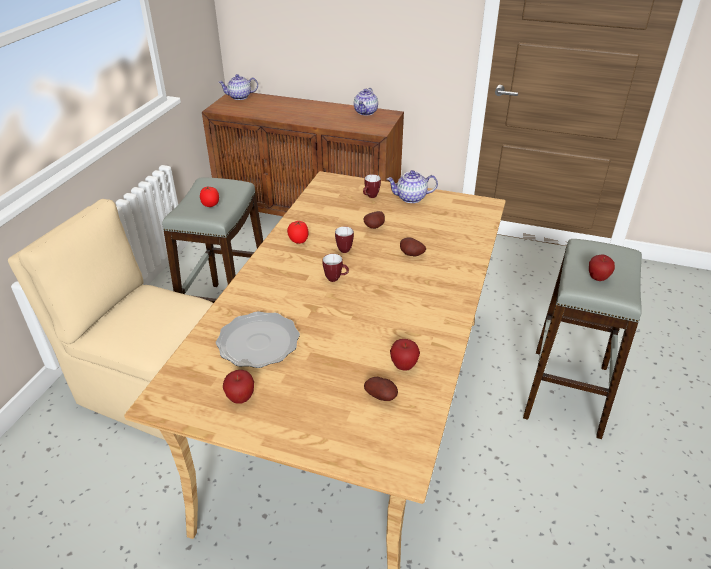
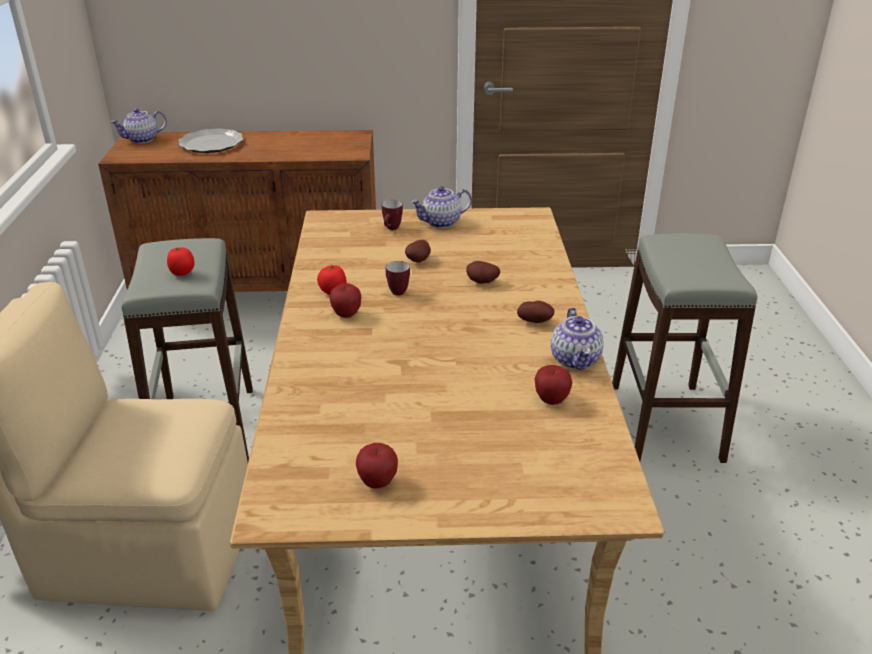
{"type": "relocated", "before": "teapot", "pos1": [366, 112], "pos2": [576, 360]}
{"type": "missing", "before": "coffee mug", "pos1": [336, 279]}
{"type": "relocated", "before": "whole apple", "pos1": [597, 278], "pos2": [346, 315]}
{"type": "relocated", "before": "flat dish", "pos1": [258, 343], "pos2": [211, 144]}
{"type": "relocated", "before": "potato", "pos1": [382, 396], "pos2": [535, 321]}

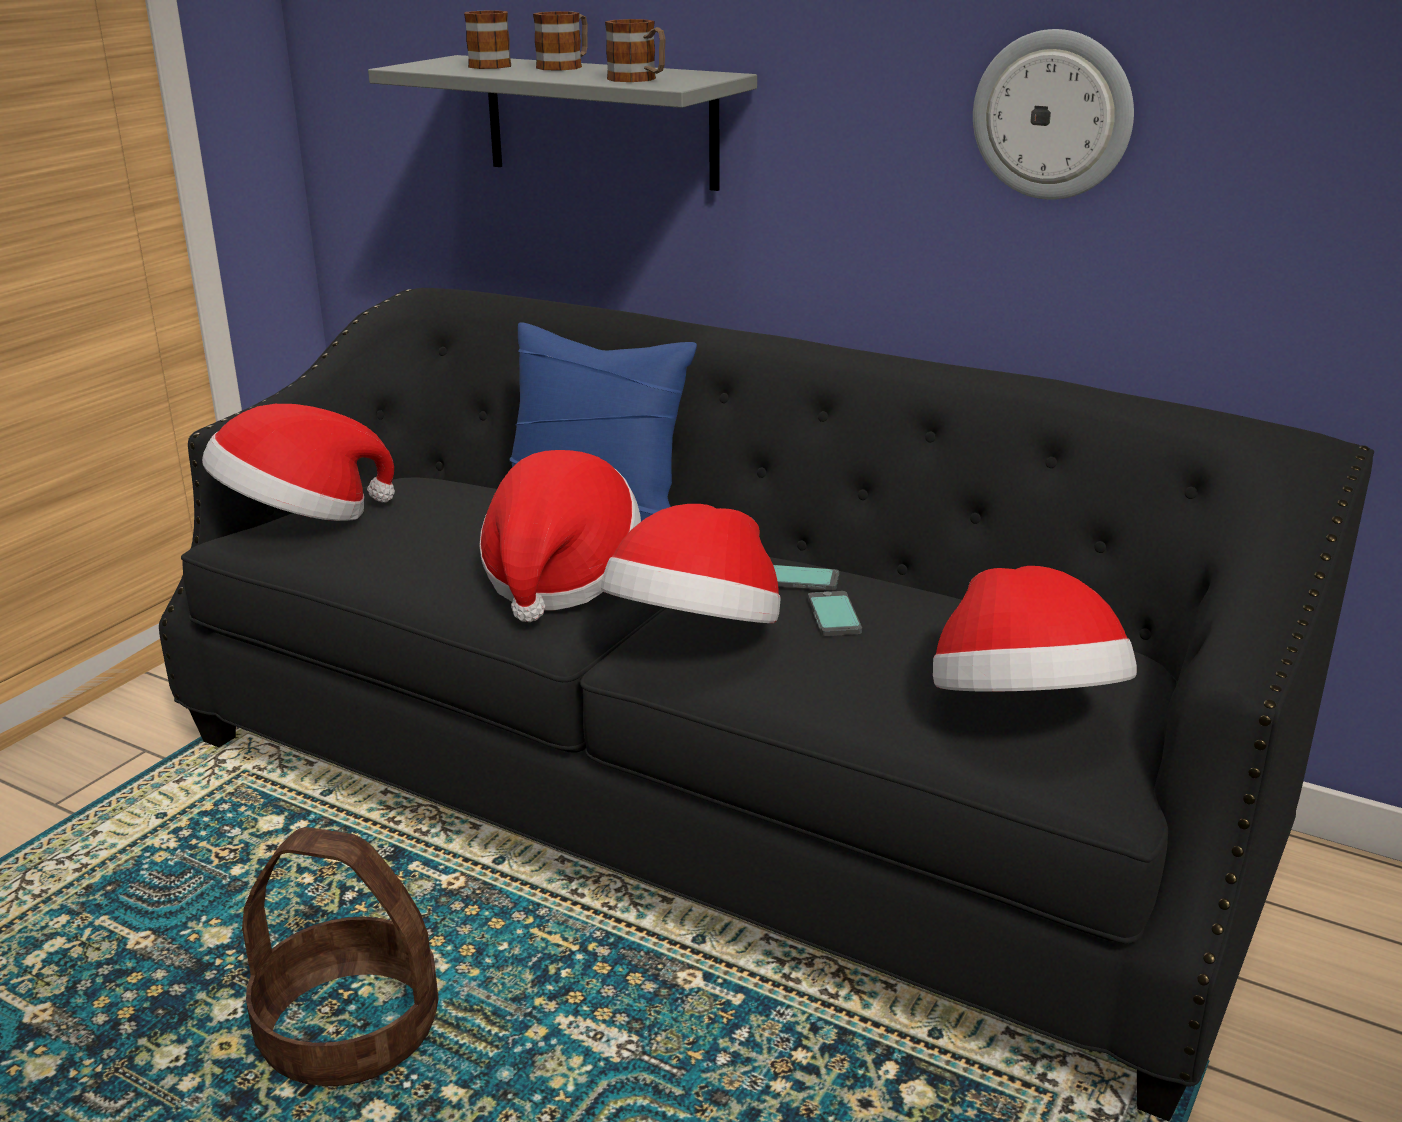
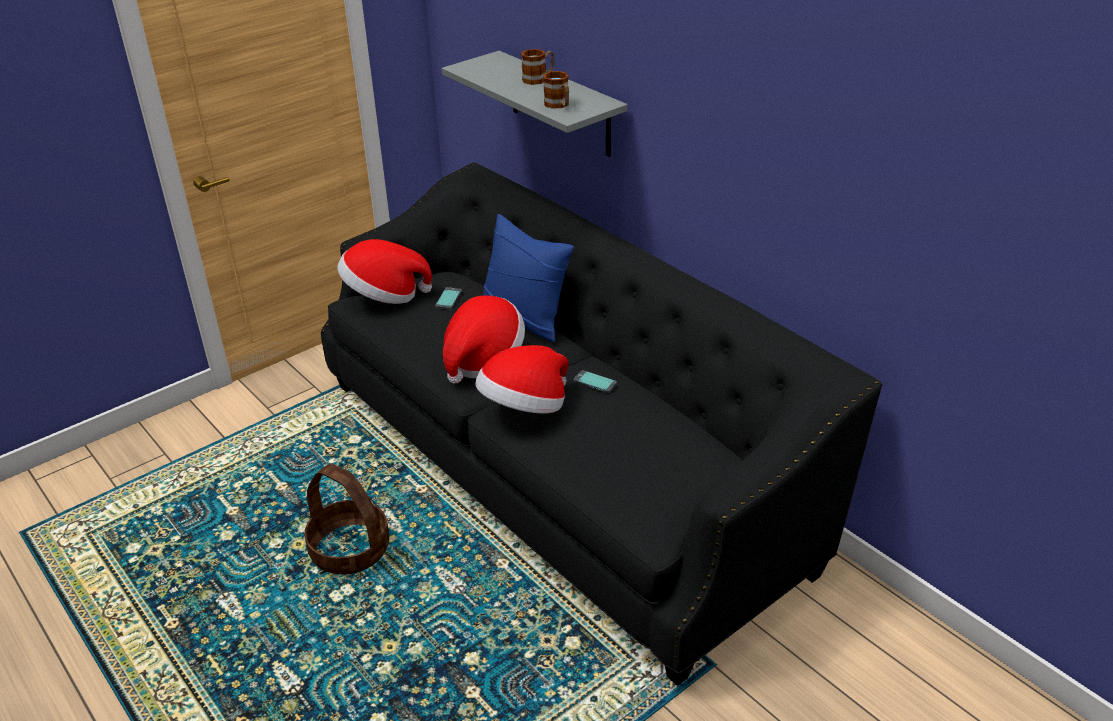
{"type": "missing", "before": "coffee mug", "pos1": [486, 65]}
{"type": "missing", "before": "clock on the wall", "pos1": [1053, 115]}
{"type": "missing", "before": "wearable hat", "pos1": [1024, 712]}
{"type": "relocated", "before": "telephone", "pos1": [833, 615], "pos2": [448, 299]}

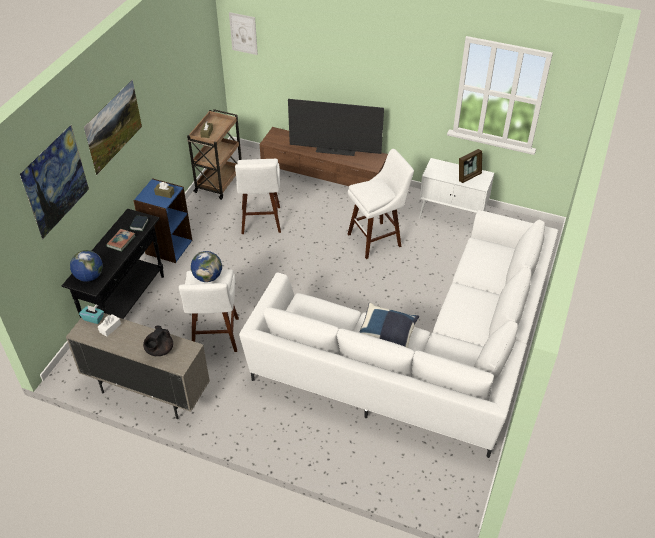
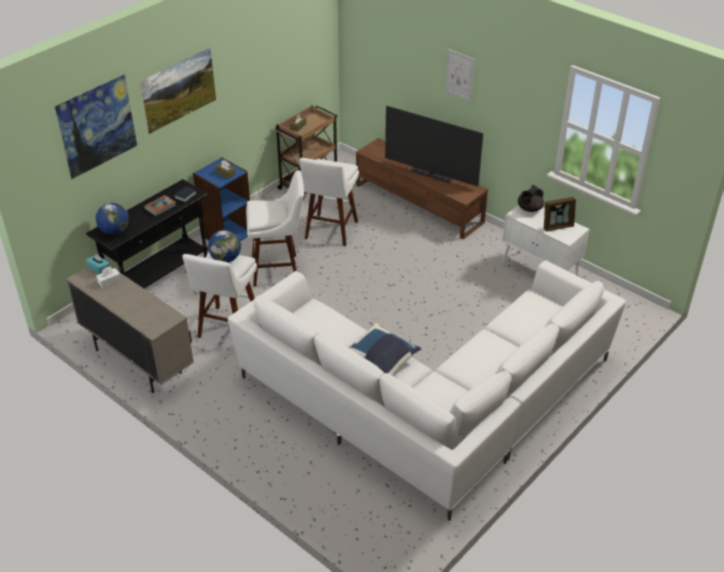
{"type": "relocated", "before": "wall picture", "pos1": [243, 33], "pos2": [459, 75]}
{"type": "relocated", "before": "stool seat (white-coloured)", "pos1": [377, 239], "pos2": [279, 270]}
{"type": "relocated", "before": "teapot (black)", "pos1": [159, 350], "pos2": [529, 209]}

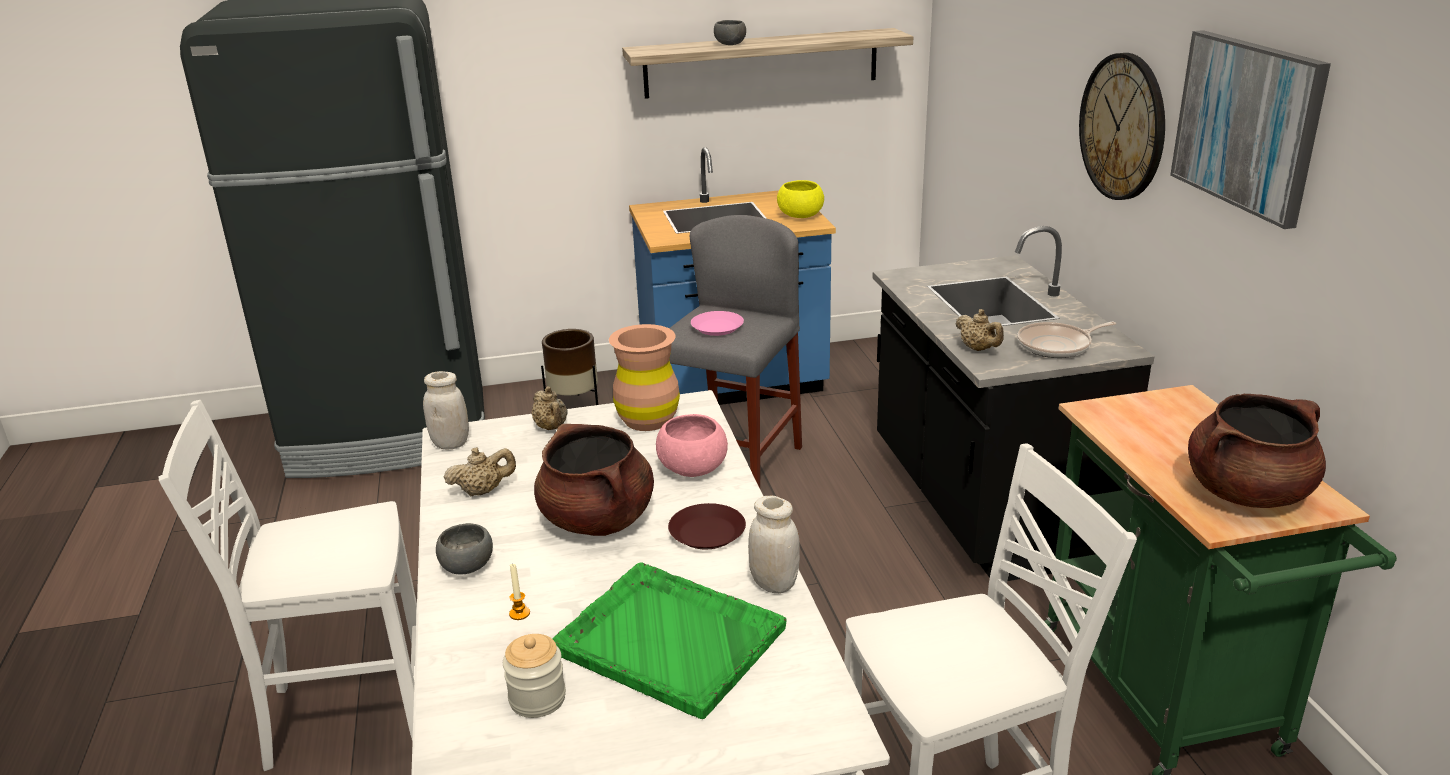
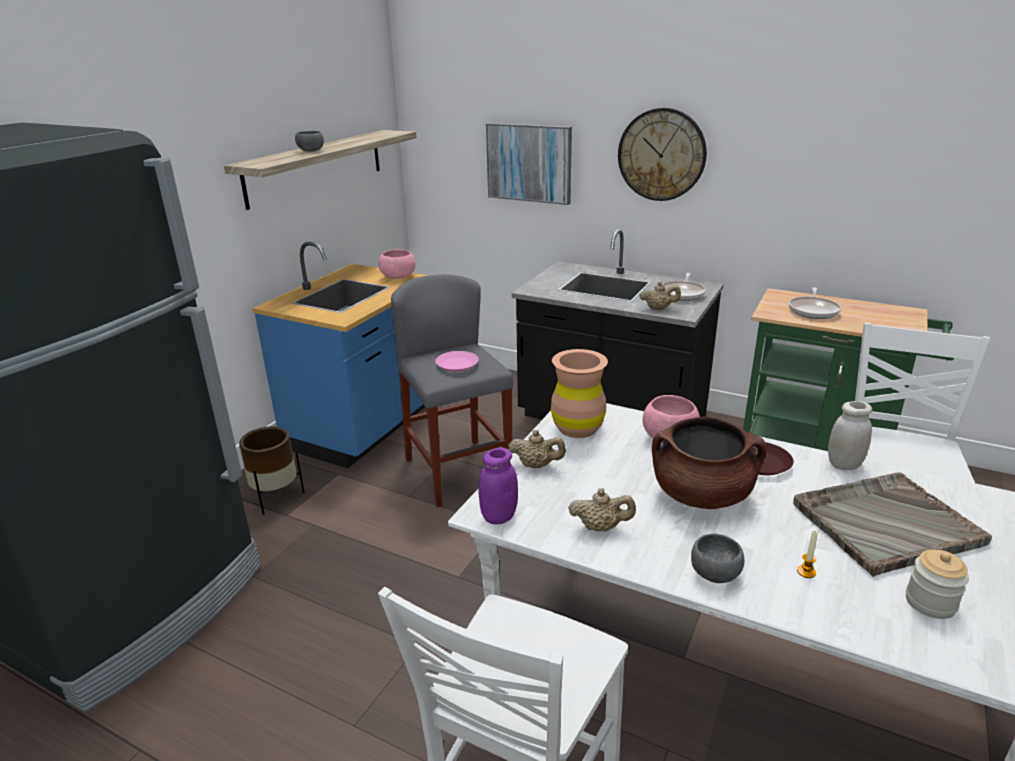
{"type": "relocated", "before": "wall picture", "pos1": [1247, 124], "pos2": [529, 163]}
{"type": "colour", "before": "bowl (yellow-coloured)", "after": "bowl (pinkish)", "pos1": [800, 216], "pos2": [398, 277]}
{"type": "colour", "before": "preserve jar (white-coloured)", "after": "preserve jar (purple-coloured)", "pos1": [450, 443], "pos2": [499, 516]}
{"type": "missing", "before": "saucepot (brown)", "pos1": [1247, 493]}
{"type": "spun", "before": "teapot (beige-coloured)", "pos1": [483, 491], "pos2": [600, 527], "turn": 75}
{"type": "colour", "before": "carrying tray (green-coloured)", "after": "carrying tray (greyish)", "pos1": [667, 639], "pos2": [884, 524]}
{"type": "appeared", "after": "skillet", "pos2": [813, 311]}

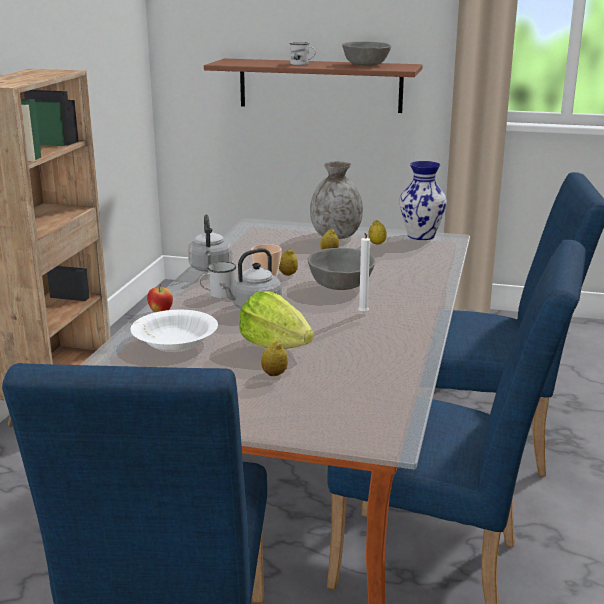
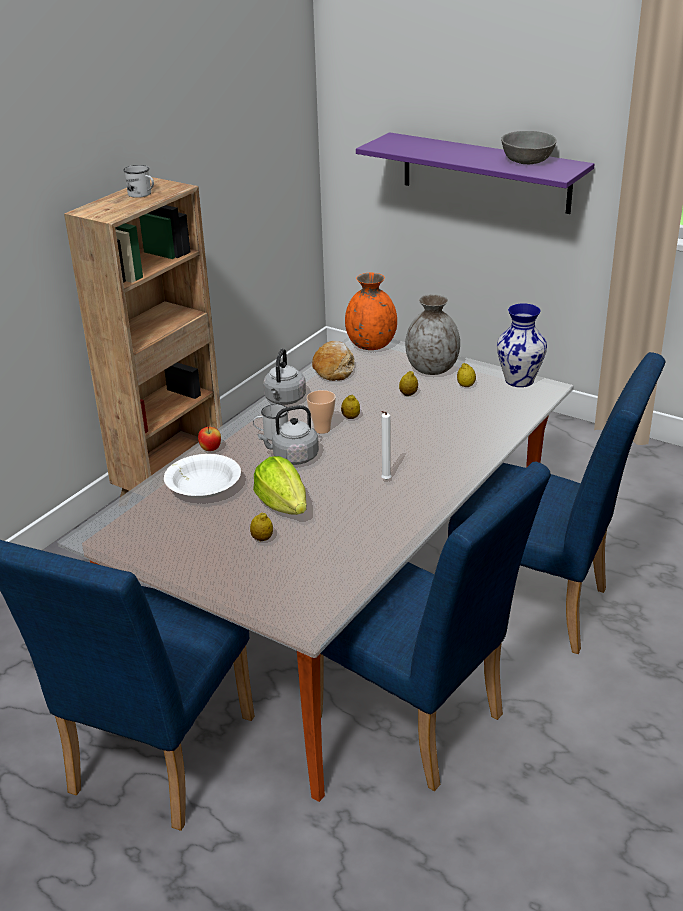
{"type": "relocated", "before": "coffee mug (white-coloured)", "pos1": [302, 64], "pos2": [142, 194]}
{"type": "colour", "before": "wall shelf (brown)", "after": "wall shelf (purple-coloured)", "pos1": [320, 85], "pos2": [485, 173]}
{"type": "missing", "before": "bowl (greyish)", "pos1": [341, 285]}
{"type": "appeared", "after": "decorative vase (orange)", "pos2": [370, 345]}
{"type": "appeared", "after": "bread", "pos2": [334, 368]}

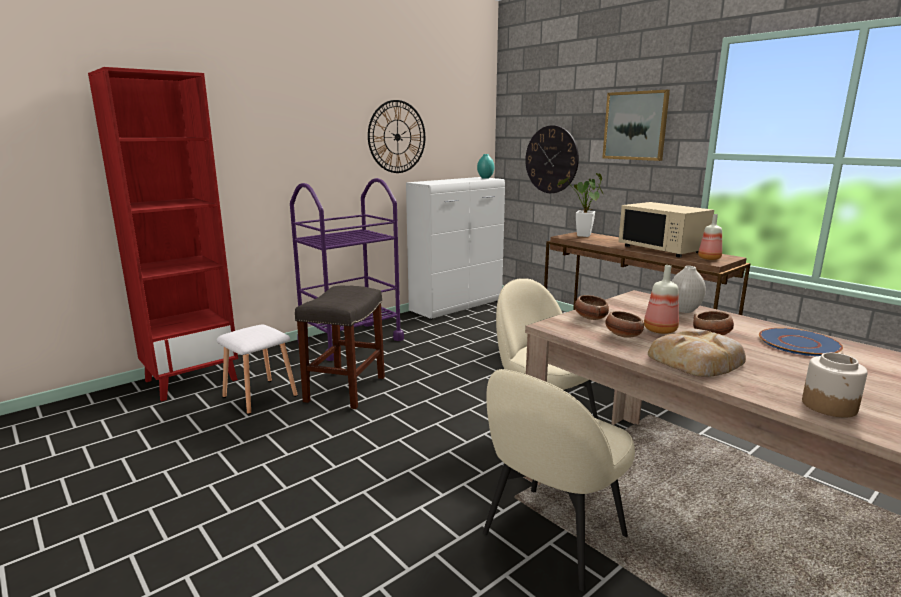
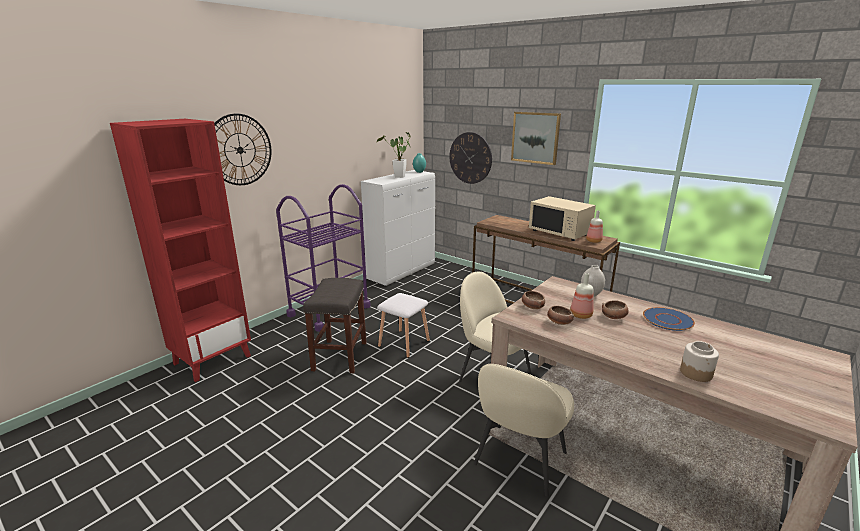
{"type": "relocated", "before": "clock on the wall", "pos1": [397, 137], "pos2": [240, 150]}
{"type": "relocated", "before": "potted plant", "pos1": [582, 236], "pos2": [399, 177]}
{"type": "relocated", "before": "stool seat (white-coloured)", "pos1": [259, 397], "pos2": [404, 344]}
{"type": "missing", "before": "bread", "pos1": [697, 360]}

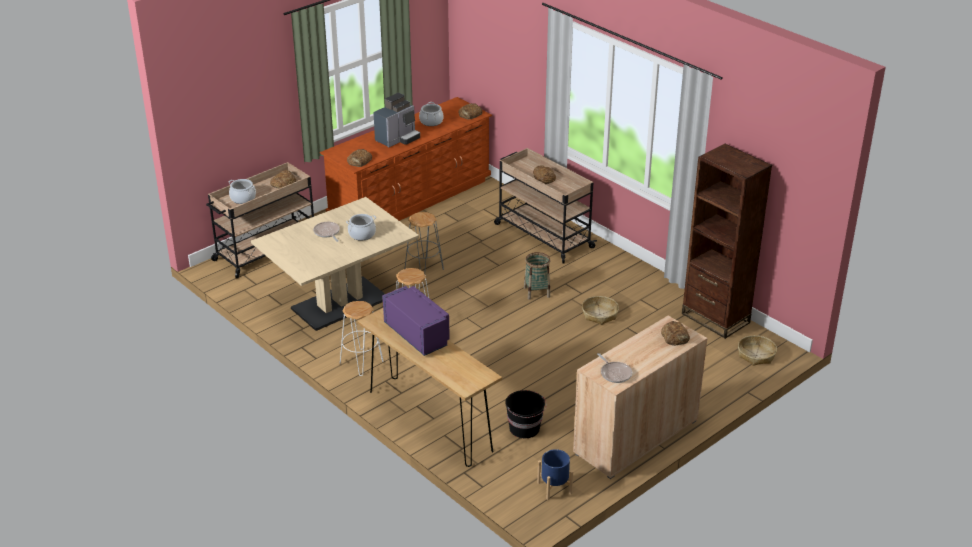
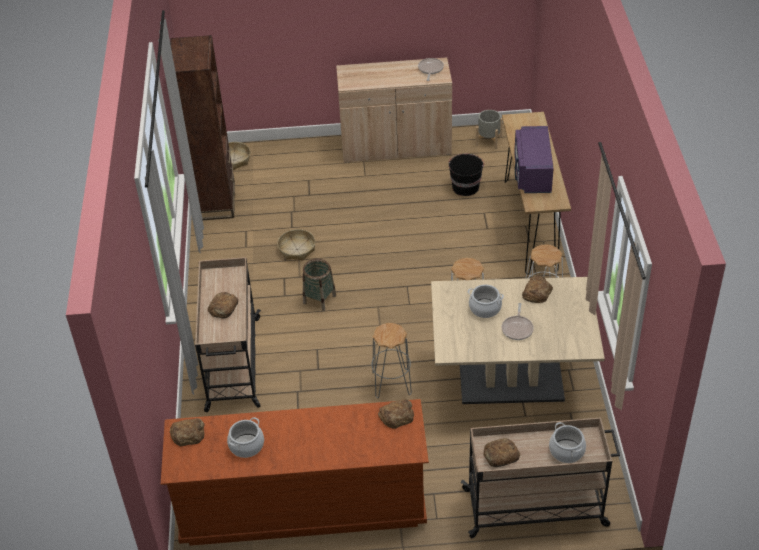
{"type": "missing", "before": "coffee brewer", "pos1": [398, 139]}
{"type": "relocated", "before": "bread", "pos1": [675, 336], "pos2": [537, 292]}
{"type": "colour", "before": "planter (blue)", "after": "planter (greyish)", "pos1": [554, 488], "pos2": [489, 141]}

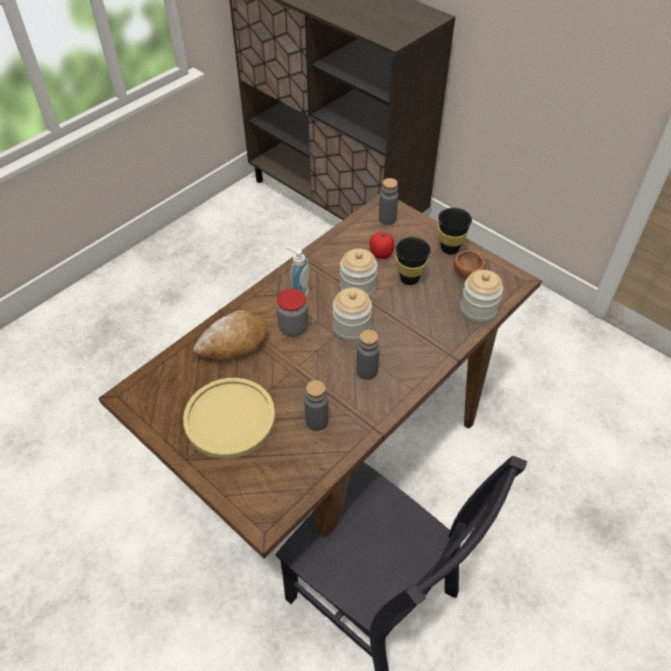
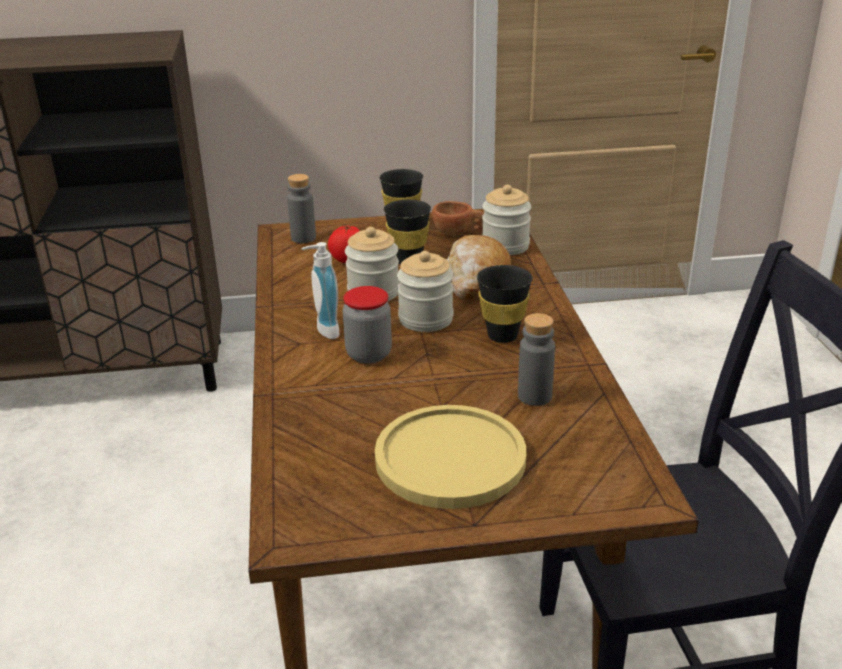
{"type": "relocated", "before": "bread", "pos1": [233, 343], "pos2": [476, 279]}
{"type": "exchanged", "before": "beverage bottle (greyish)", "after": "drinking cup (black)", "pos1": [367, 371], "pos2": [502, 336]}

